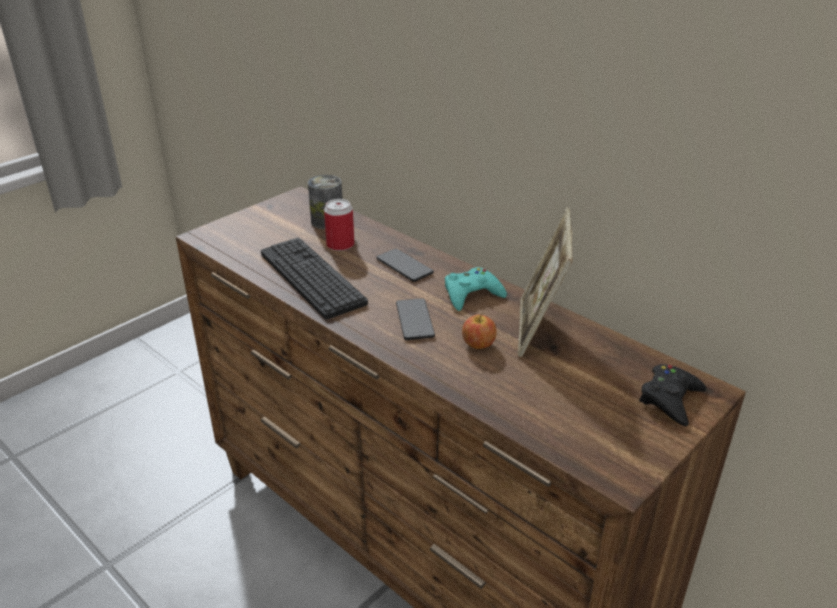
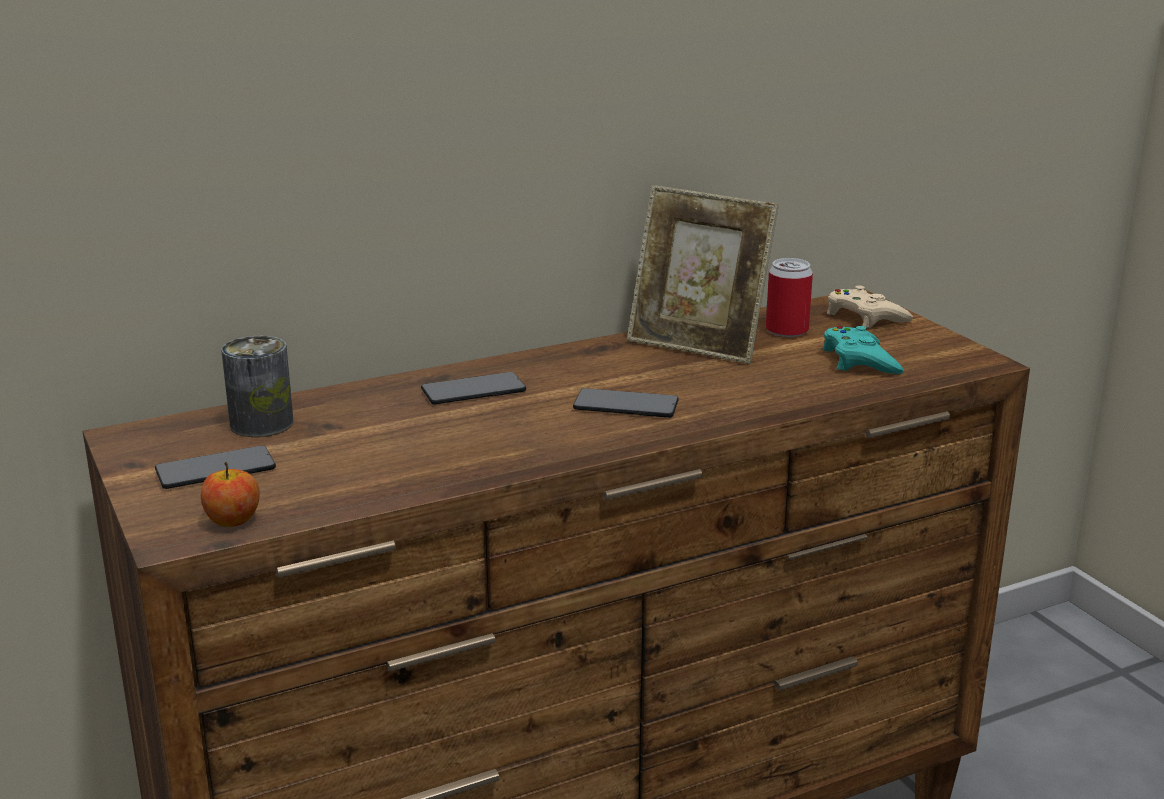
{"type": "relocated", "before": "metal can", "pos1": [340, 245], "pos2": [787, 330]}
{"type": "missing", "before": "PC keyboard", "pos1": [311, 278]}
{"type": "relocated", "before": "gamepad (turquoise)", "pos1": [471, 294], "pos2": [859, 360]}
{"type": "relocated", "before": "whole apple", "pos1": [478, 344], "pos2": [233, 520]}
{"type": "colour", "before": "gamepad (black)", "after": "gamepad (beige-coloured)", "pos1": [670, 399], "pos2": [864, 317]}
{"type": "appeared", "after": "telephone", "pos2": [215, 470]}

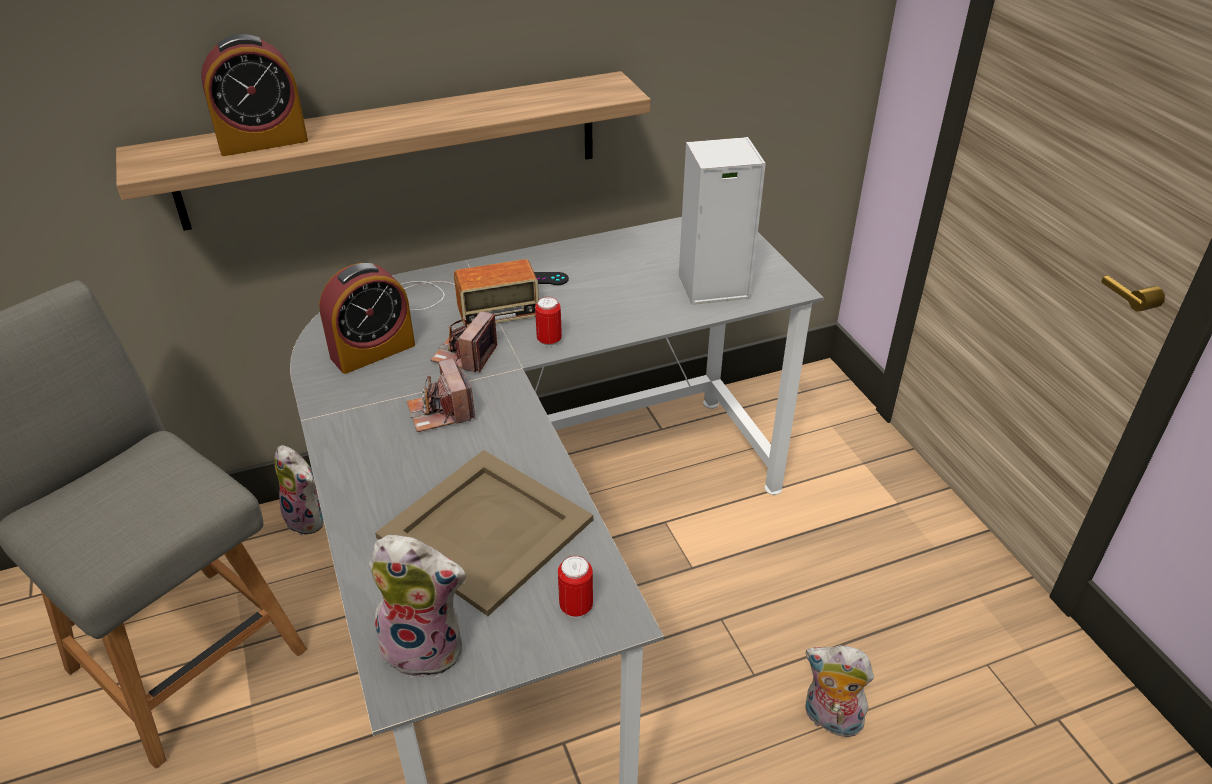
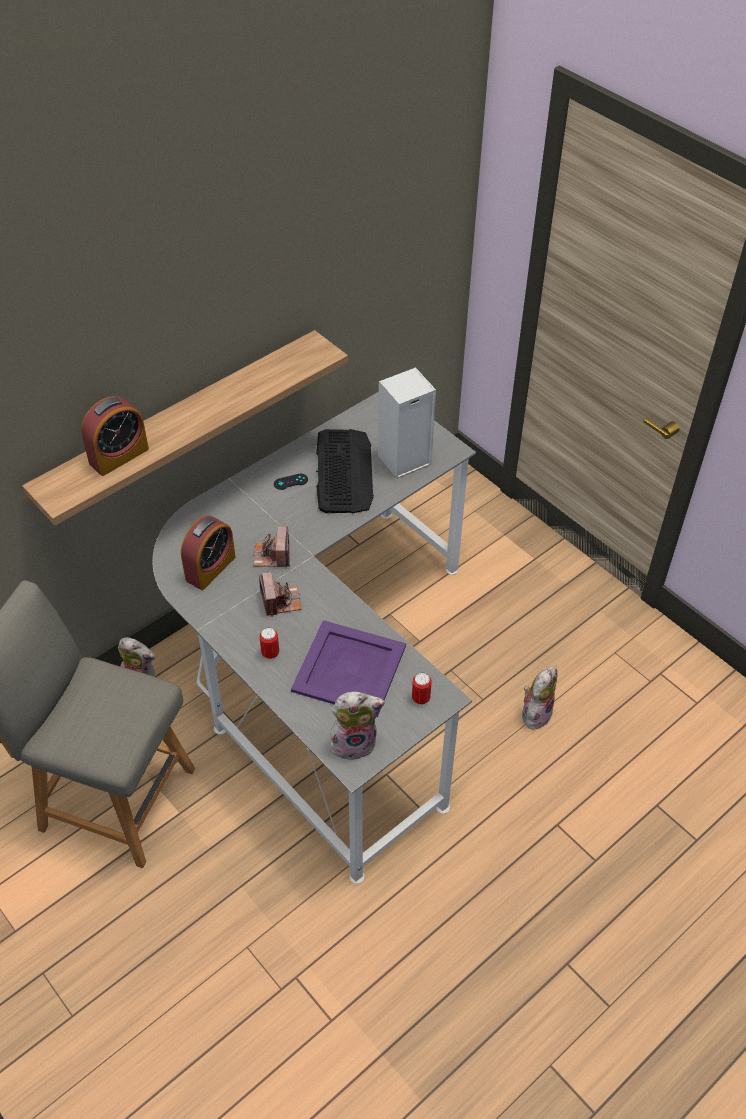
{"type": "missing", "before": "radio set", "pos1": [454, 304]}
{"type": "relocated", "before": "metal can", "pos1": [549, 341], "pos2": [270, 653]}
{"type": "spun", "before": "photo camera", "pos1": [441, 412], "pos2": [280, 601], "turn": -150}
{"type": "colour", "before": "carrying tray (beige-coloured)", "after": "carrying tray (purple-coloured)", "pos1": [483, 529], "pos2": [348, 669]}
{"type": "spun", "before": "cuddly toy", "pos1": [830, 720], "pos2": [535, 713], "turn": 120}
{"type": "appeared", "after": "PC keyboard", "pos2": [343, 471]}

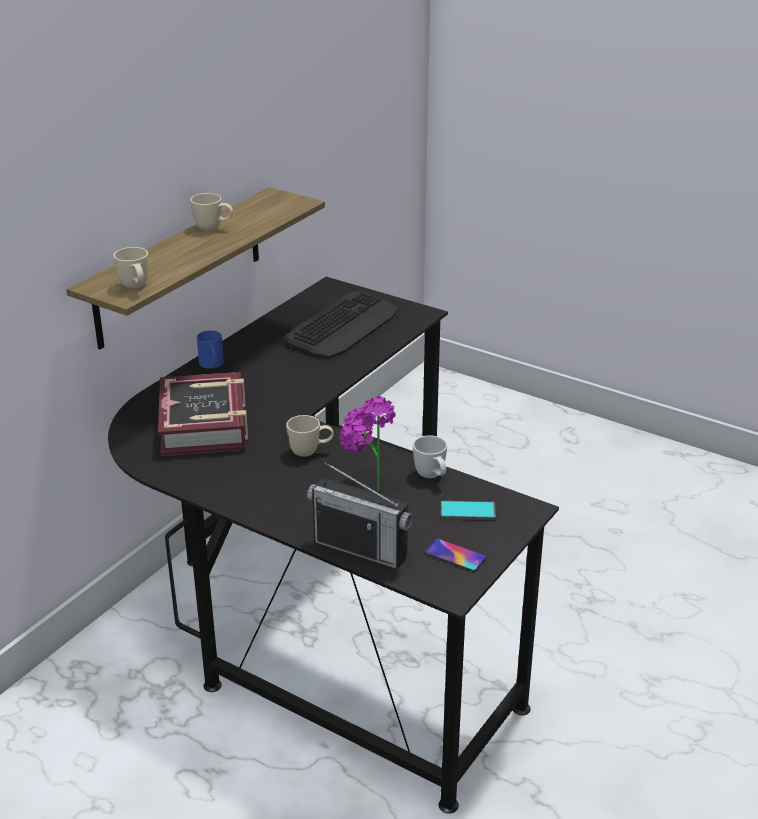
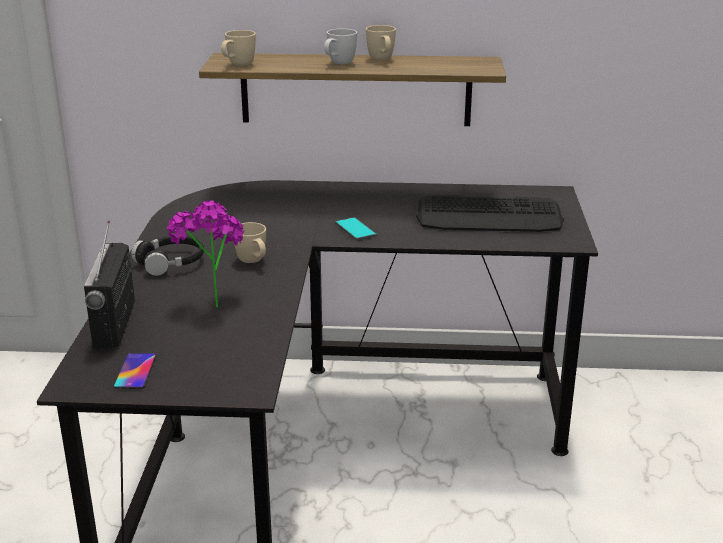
{"type": "missing", "before": "coffee mug (blue)", "pos1": [212, 365]}
{"type": "missing", "before": "volume", "pos1": [204, 424]}
{"type": "relocated", "before": "coffee mug (white-coloured)", "pos1": [432, 477], "pos2": [338, 64]}
{"type": "relocated", "before": "telephone", "pos1": [468, 511], "pos2": [355, 230]}
{"type": "appeared", "after": "pair of headphones (black)", "pos2": [171, 262]}

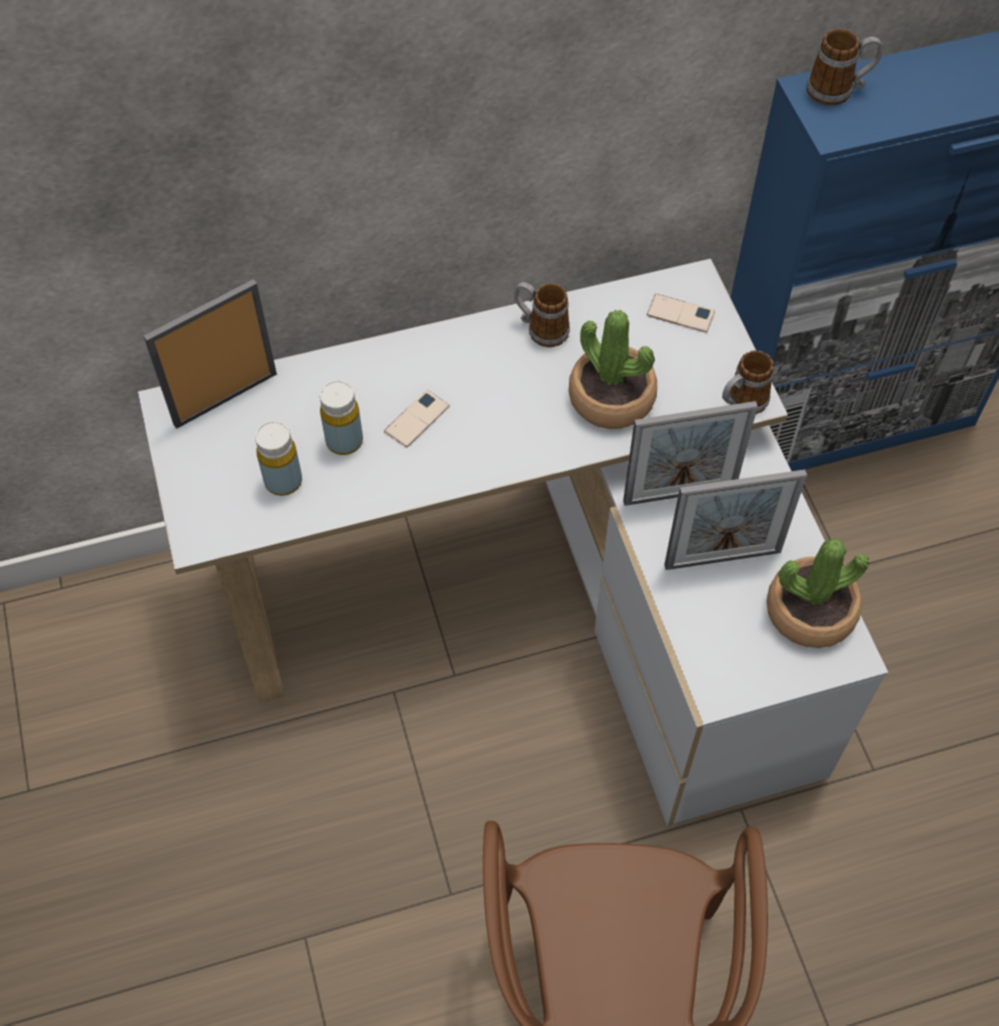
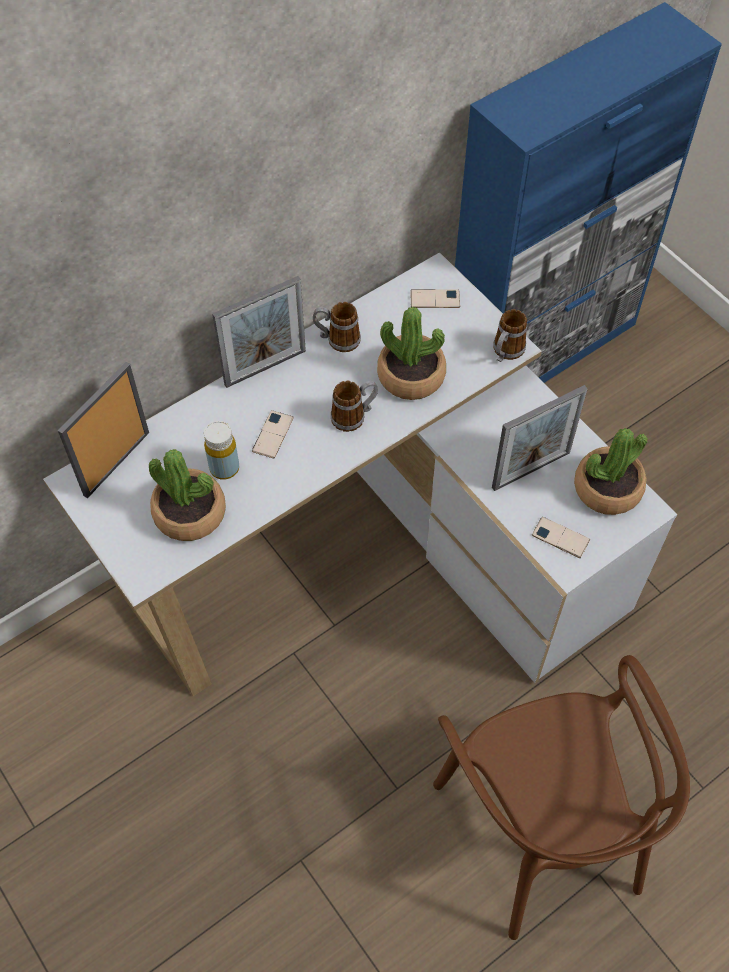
{"type": "relocated", "before": "coffee mug", "pos1": [838, 90], "pos2": [354, 416]}
{"type": "relocated", "before": "standing frame", "pos1": [679, 494], "pos2": [265, 368]}
{"type": "exchanged", "before": "beverage bottle (yellow-coloured)", "after": "potted plant", "pos1": [283, 481], "pos2": [190, 513]}
{"type": "appeared", "after": "telephone", "pos2": [560, 537]}

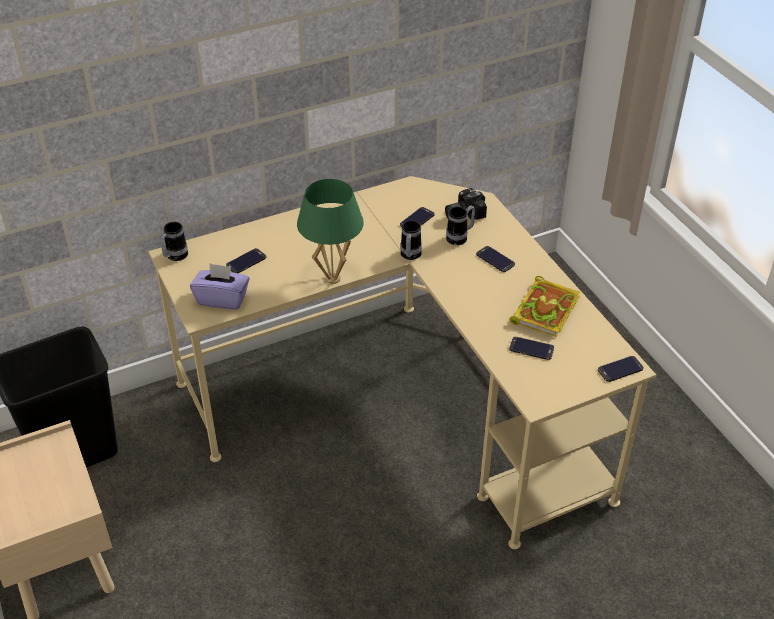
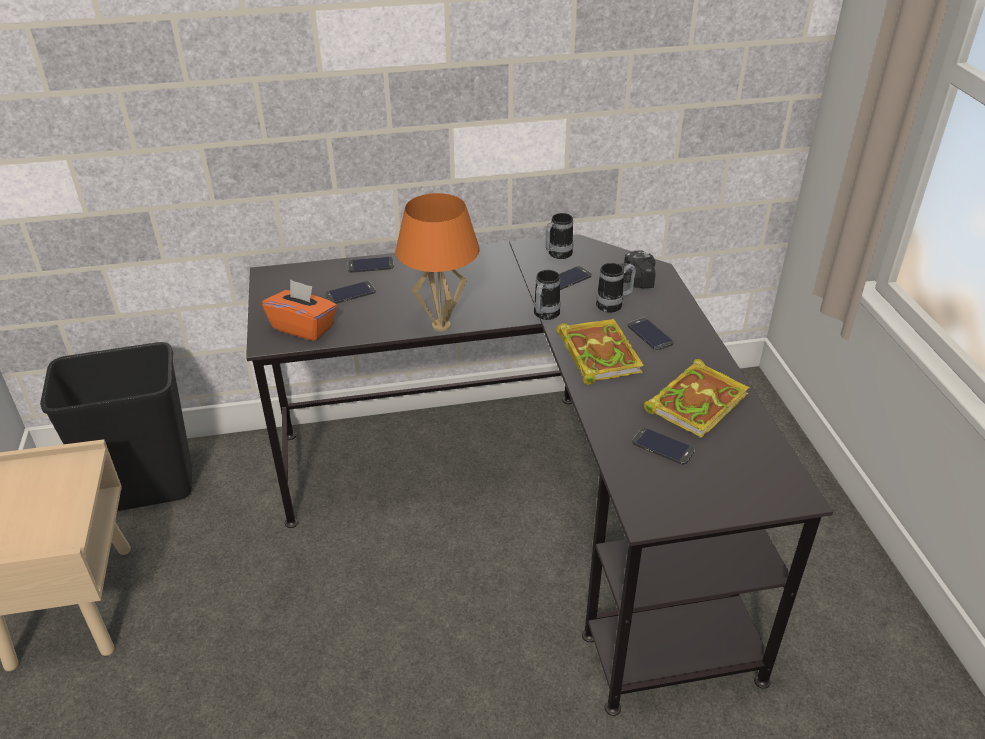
{"type": "colour", "before": "desk unit (beige-coloured)", "after": "desk unit (black)", "pos1": [404, 402], "pos2": [528, 502]}
{"type": "colour", "before": "lamp for a table (green-coloured)", "after": "lamp for a table (orange)", "pos1": [332, 278], "pos2": [441, 325]}
{"type": "relocated", "before": "coffee mug", "pos1": [174, 257], "pos2": [557, 255]}
{"type": "colour", "before": "box of tissues (purple-coloured)", "after": "box of tissues (orange)", "pos1": [222, 299], "pos2": [303, 327]}
{"type": "relocated", "before": "telephone", "pos1": [620, 369], "pos2": [370, 265]}
{"type": "appeared", "after": "volume", "pos2": [597, 353]}

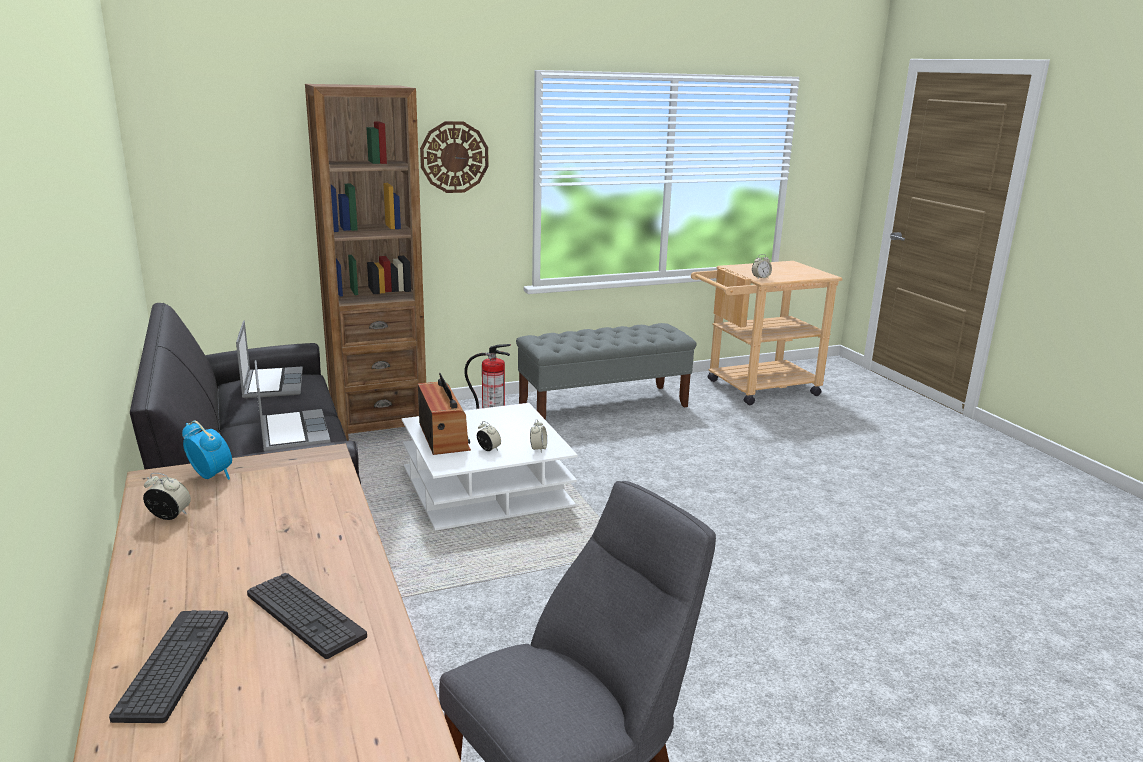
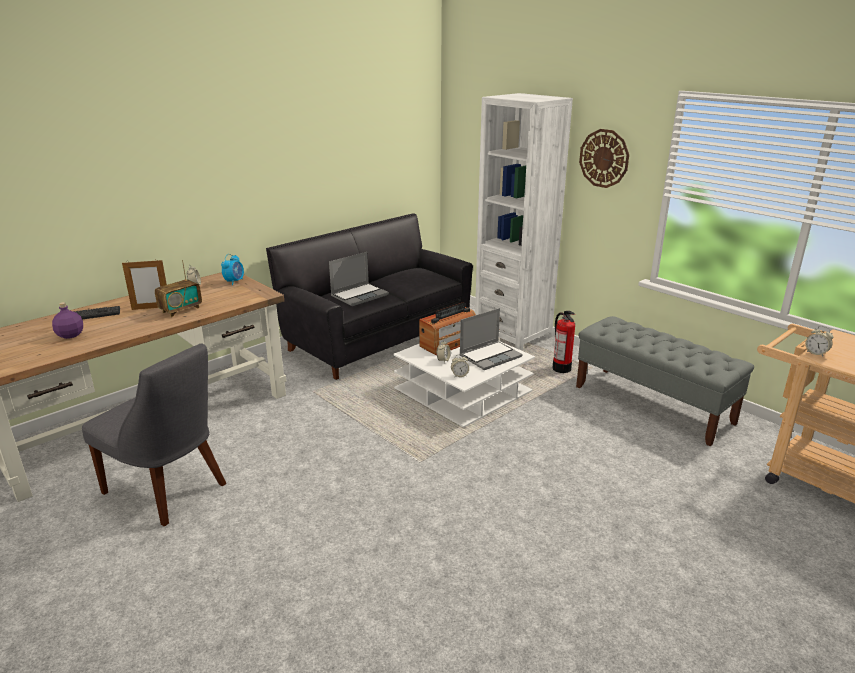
{"type": "colour", "before": "bookshelf (brown)", "after": "bookshelf (white-coloured)", "pos1": [378, 424], "pos2": [513, 335]}
{"type": "relocated", "before": "laptop", "pos1": [272, 384], "pos2": [490, 356]}
{"type": "missing", "before": "PC keyboard", "pos1": [305, 615]}
{"type": "appeared", "after": "standing frame", "pos2": [151, 308]}
{"type": "appeared", "after": "radio set", "pos2": [181, 310]}
{"type": "appeared", "after": "beverage bottle (purple-coloured)", "pos2": [70, 335]}

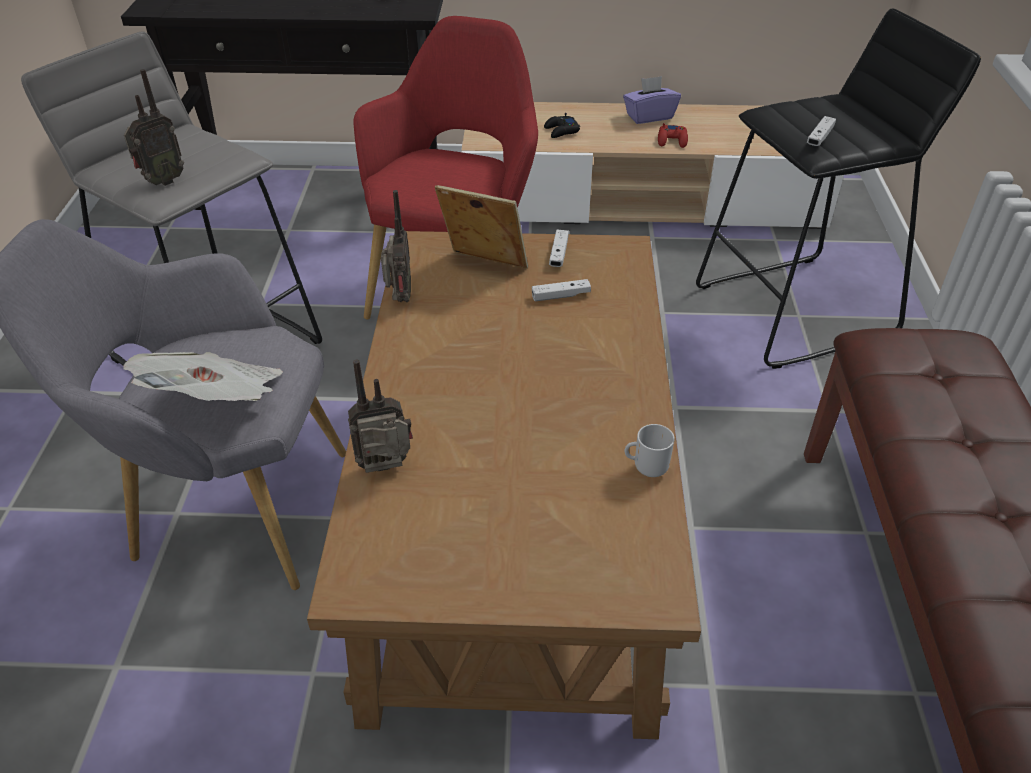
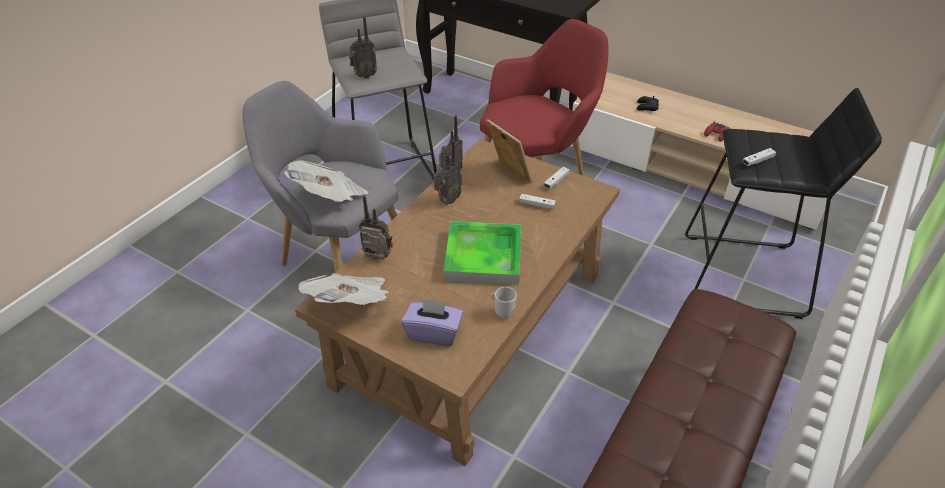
{"type": "relocated", "before": "box of tissues (purple-coloured)", "pos1": [649, 116], "pos2": [434, 333]}
{"type": "appeared", "after": "radio set", "pos2": [447, 201]}
{"type": "appeared", "after": "carrying tray", "pos2": [483, 257]}
{"type": "appeared", "after": "newspaper", "pos2": [351, 304]}

